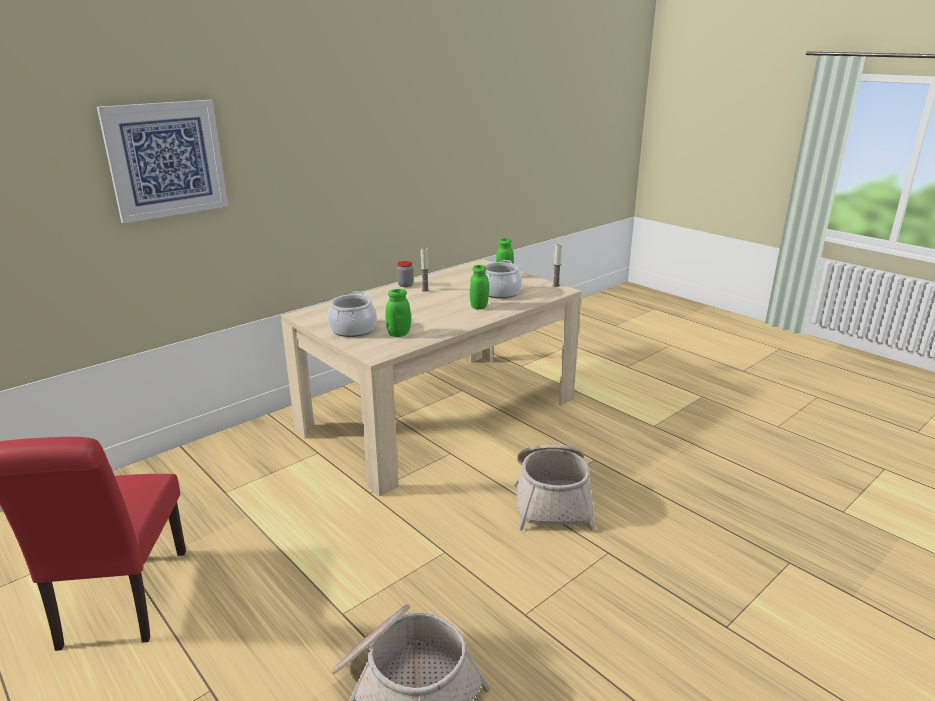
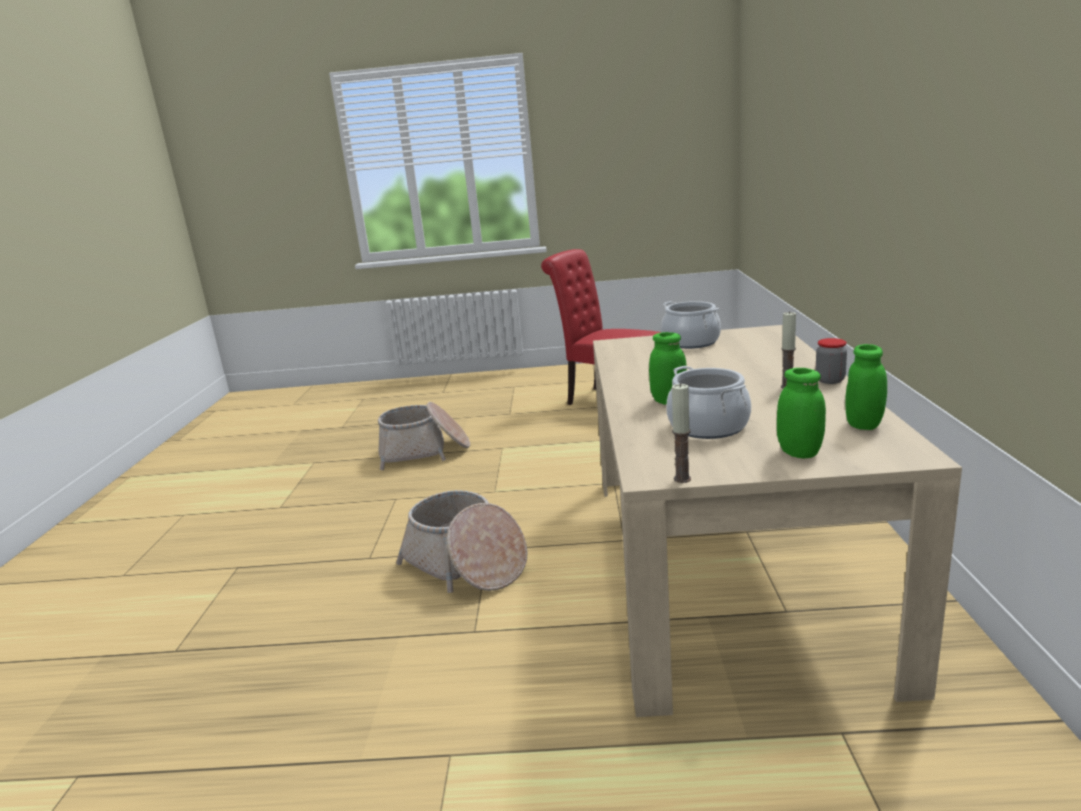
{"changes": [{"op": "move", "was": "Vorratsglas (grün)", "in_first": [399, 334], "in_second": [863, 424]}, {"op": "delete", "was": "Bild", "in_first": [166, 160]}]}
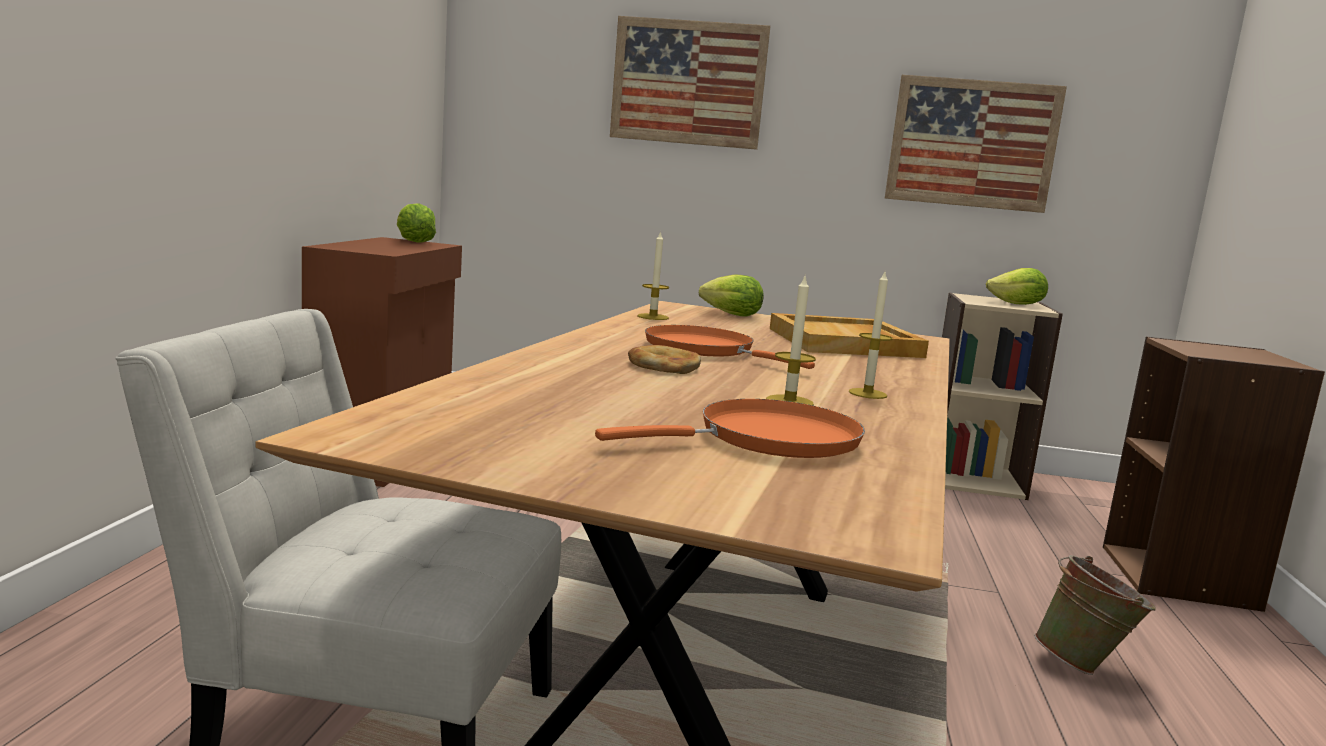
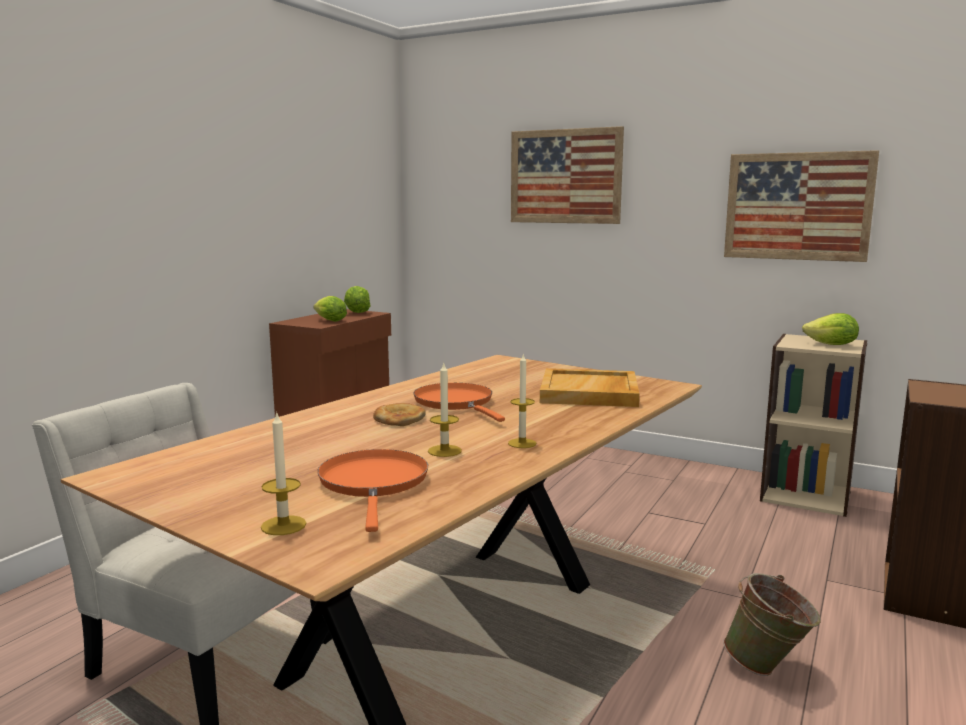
{"changes": [{"op": "move", "was": "Kerze", "in_first": [653, 317], "in_second": [283, 525]}, {"op": "move", "was": "Salatkopf", "in_first": [728, 314], "in_second": [328, 320]}, {"op": "rotate", "was": "Pfanne (orange)", "in_first": [768, 439], "in_second": [374, 483], "clockwise": -90}]}
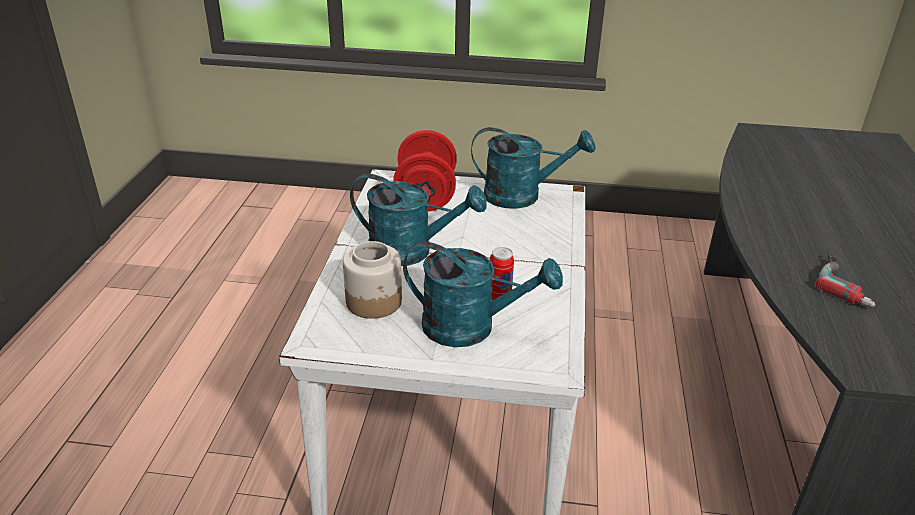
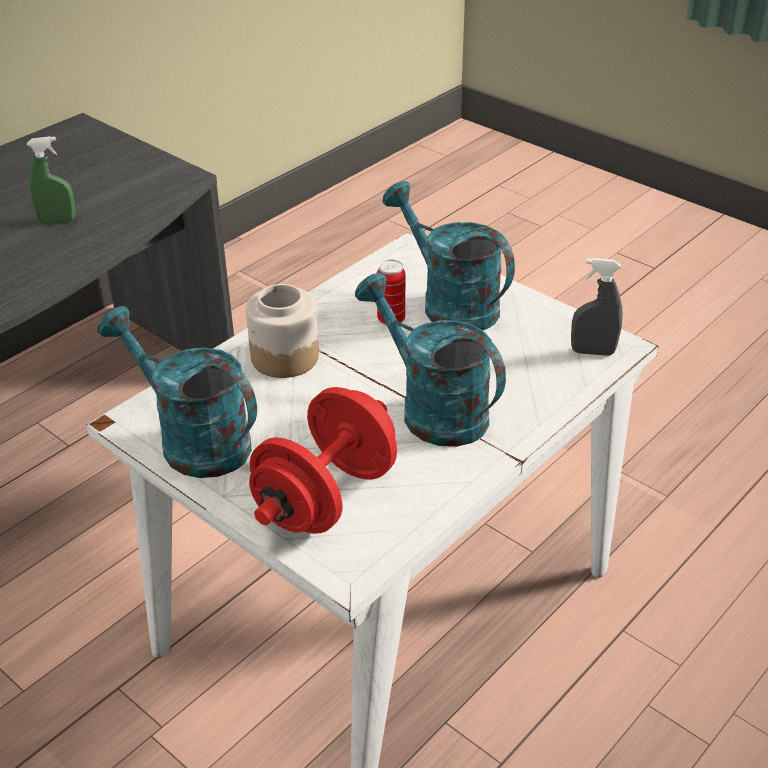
{"changes": [{"op": "replace", "was": "Bohrmaschine", "now": "Sprühflasche (grün)", "in_first": [847, 284], "in_second": [57, 221]}, {"op": "move", "was": "Vorratsglas", "in_first": [374, 302], "in_second": [284, 357]}, {"op": "insert", "now": "Sprühflasche (grau)", "in_second": [592, 352]}]}
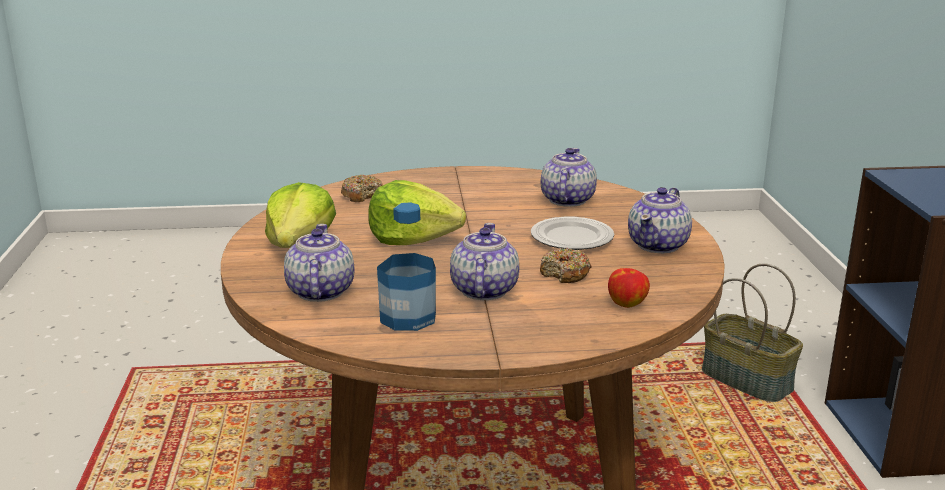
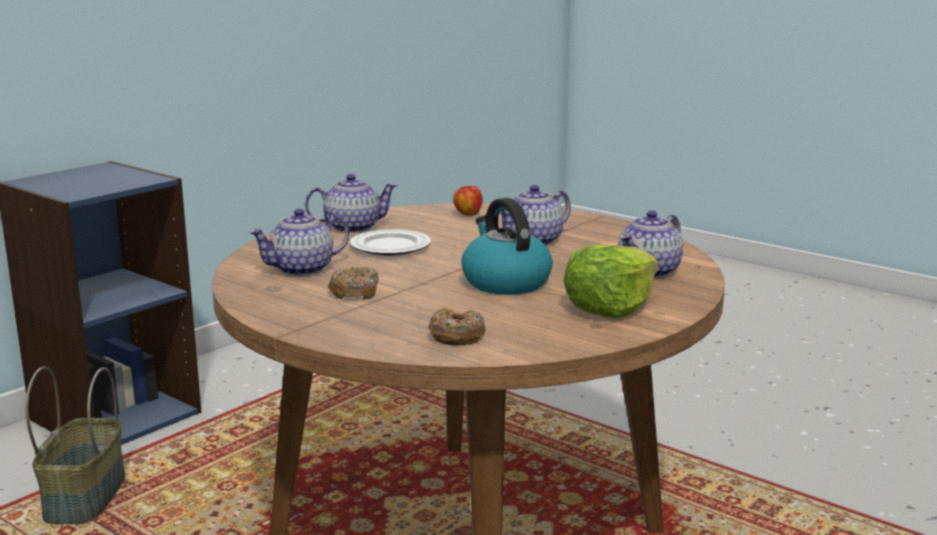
{"changes": [{"op": "move", "was": "Donut", "in_first": [565, 274], "in_second": [355, 292]}, {"op": "replace", "was": "Salatkopf", "now": "Wasserkessel", "in_first": [413, 239], "in_second": [505, 282]}, {"op": "delete", "was": "Flasche", "in_first": [408, 317]}]}
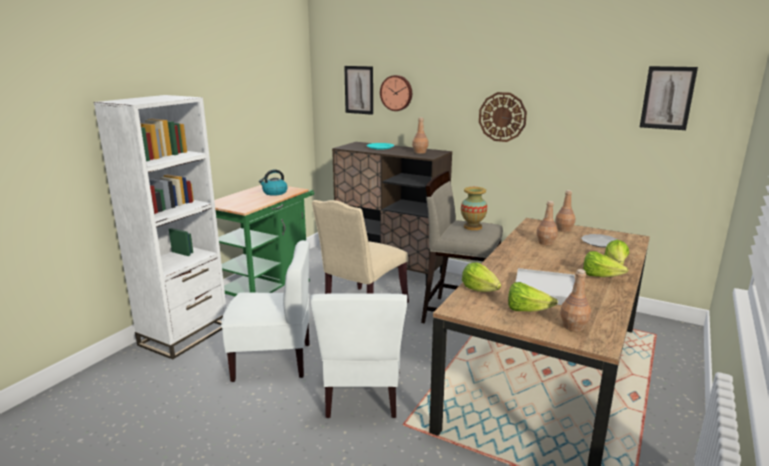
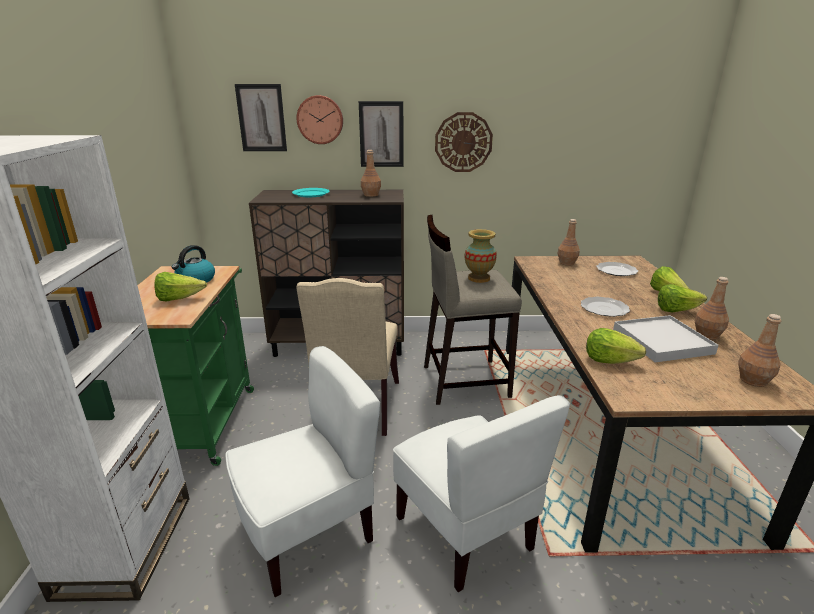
{"changes": [{"op": "move", "was": "Salatkopf", "in_first": [526, 310], "in_second": [179, 299]}, {"op": "move", "was": "Bild", "in_first": [667, 98], "in_second": [381, 134]}, {"op": "insert", "now": "Teller", "in_second": [605, 309]}, {"op": "move", "was": "Flasche (braun)", "in_first": [546, 242], "in_second": [707, 335]}]}
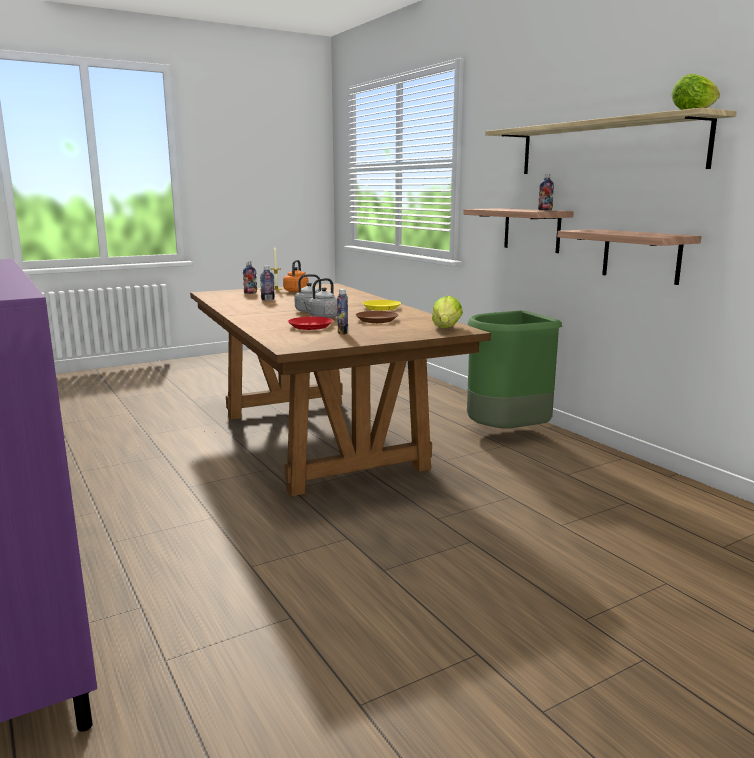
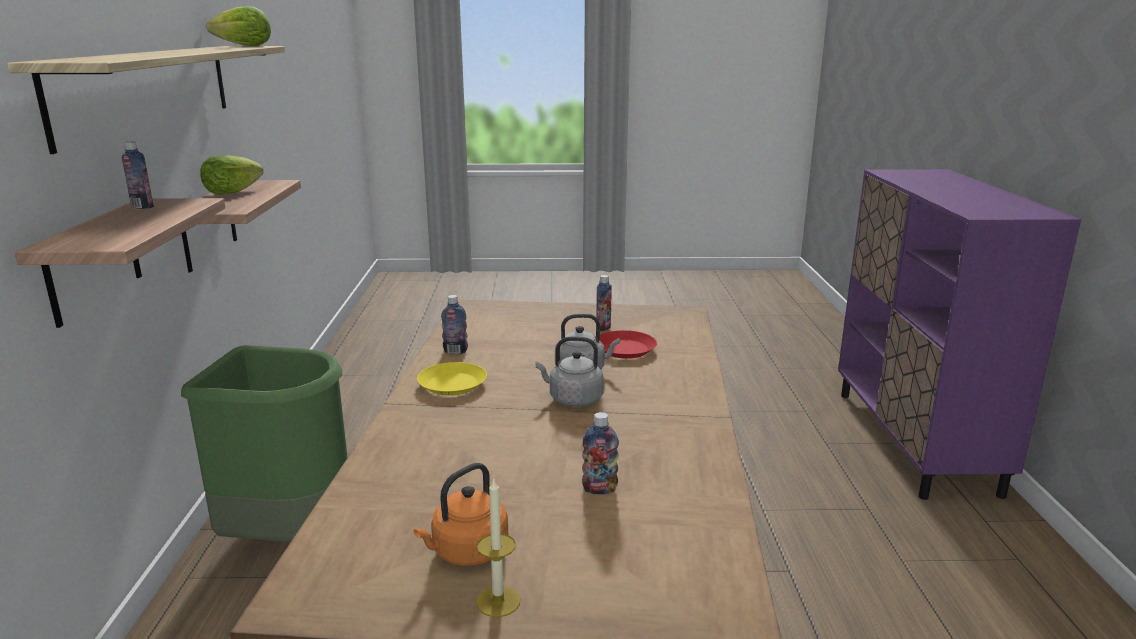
{"changes": [{"op": "move", "was": "Salatkopf", "in_first": [446, 328], "in_second": [232, 192]}, {"op": "move", "was": "Flasche", "in_first": [250, 293], "in_second": [455, 351]}, {"op": "delete", "was": "Teller (braun)", "in_first": [377, 320]}]}
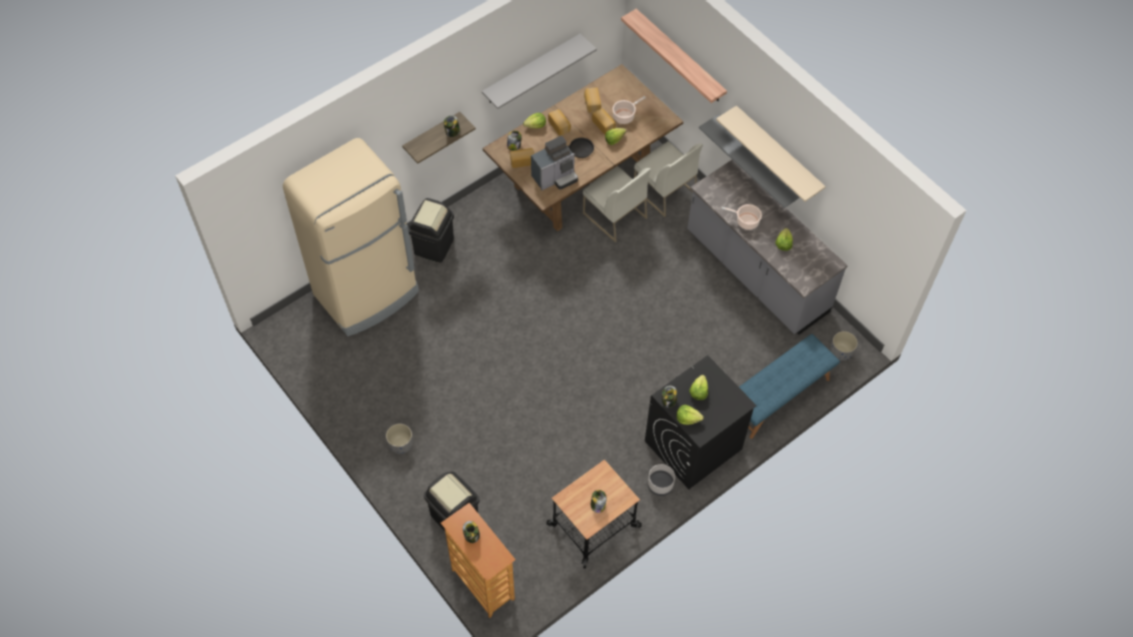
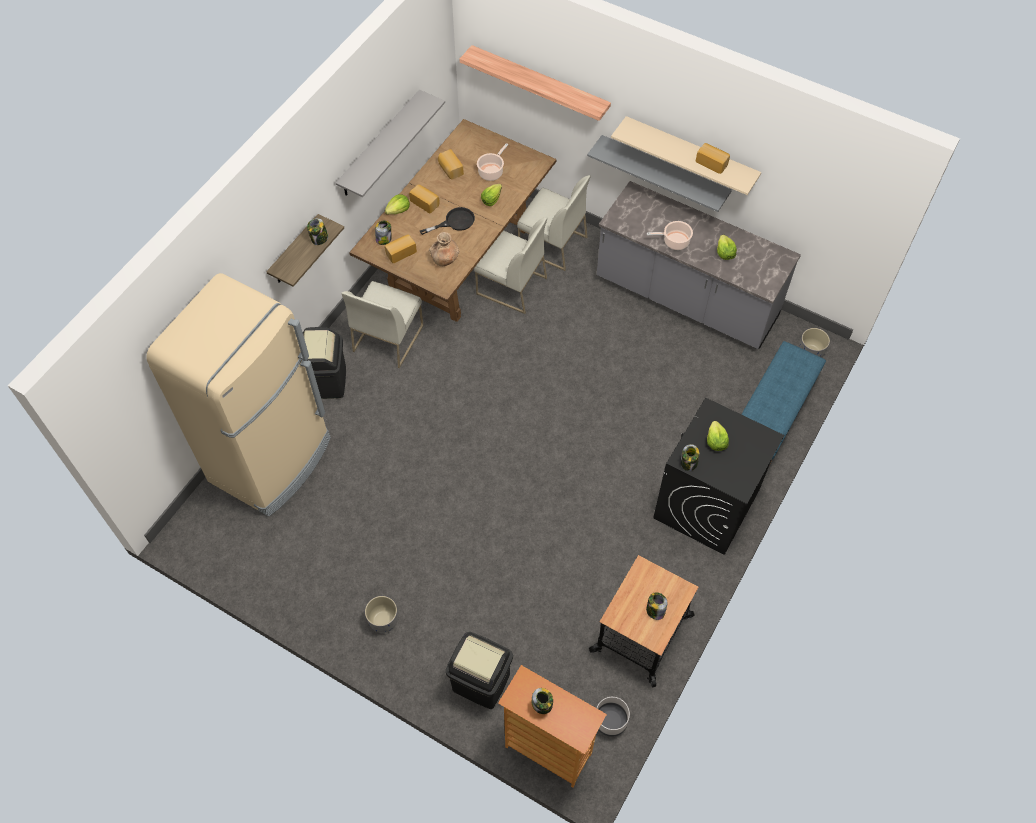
{"changes": [{"op": "insert", "now": "Stuhl (weiß)", "in_second": [388, 337]}, {"op": "replace", "was": "Kaffeemaschine", "now": "Vase (braun)", "in_first": [555, 177], "in_second": [445, 259]}, {"op": "move", "was": "Pflanzkübel (grau)", "in_first": [660, 484], "in_second": [611, 720]}, {"op": "move", "was": "Brot", "in_first": [604, 125], "in_second": [712, 163]}, {"op": "delete", "was": "Salatkopf", "in_first": [687, 418]}]}
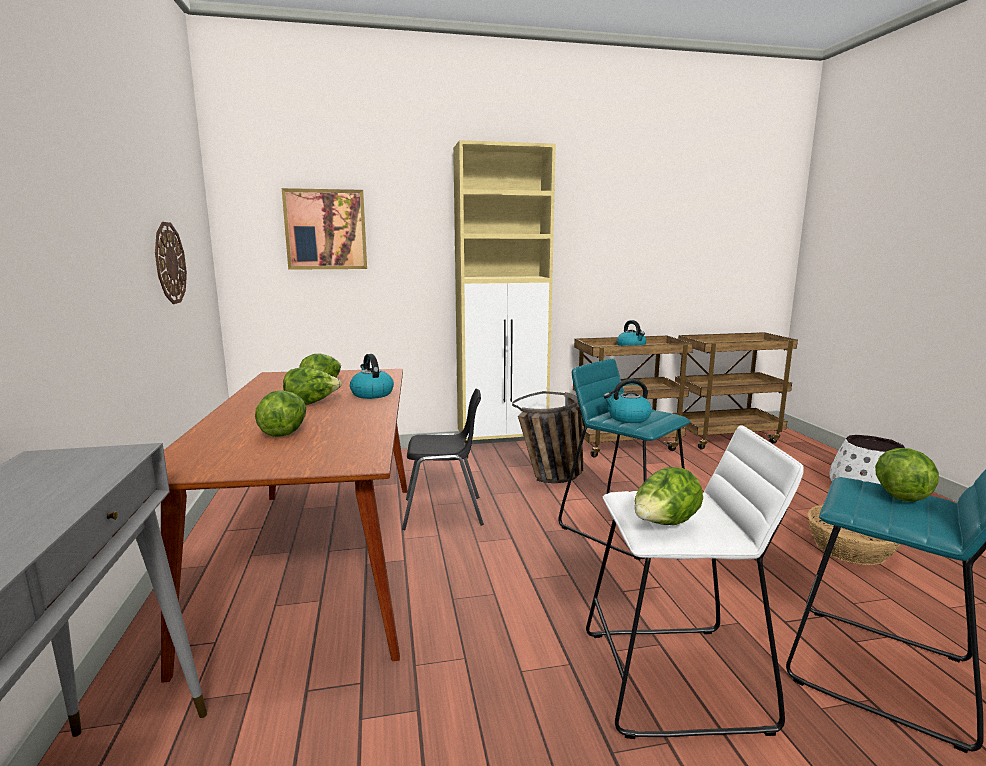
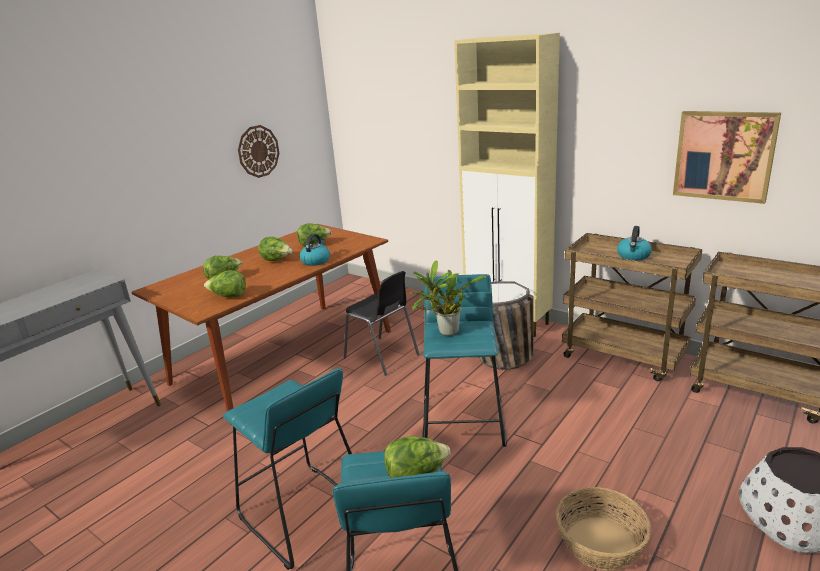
{"changes": [{"op": "move", "was": "Salatkopf", "in_first": [664, 525], "in_second": [228, 297]}, {"op": "recolor", "was": "Hocker (weiß)", "now": "Hocker (türkis)", "in_first": [674, 679], "in_second": [302, 514]}, {"op": "replace", "was": "Wasserkessel", "now": "Topfpflanze", "in_first": [628, 418], "in_second": [446, 333]}, {"op": "move", "was": "Bild", "in_first": [326, 229], "in_second": [724, 155]}]}
